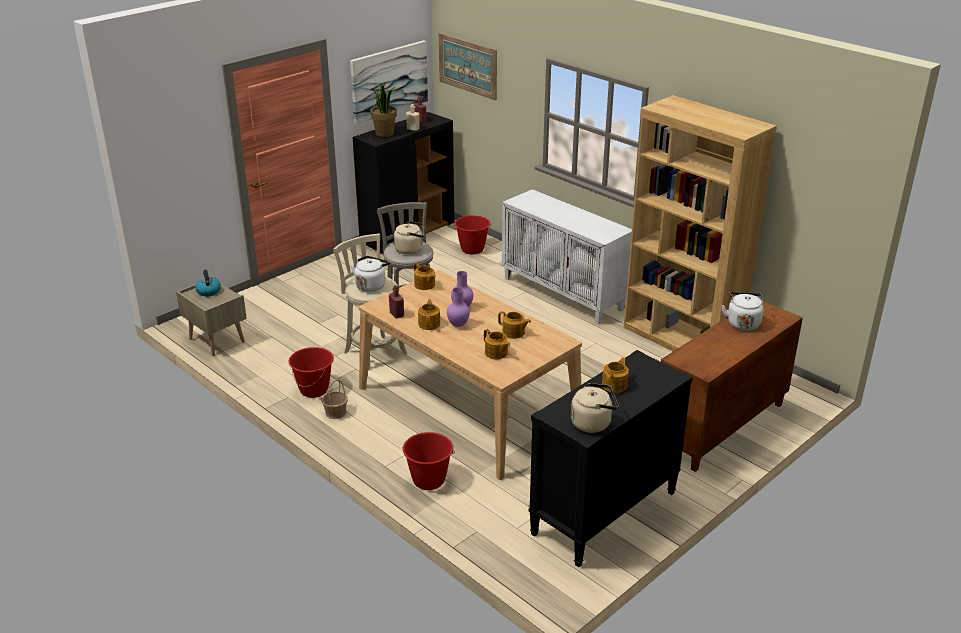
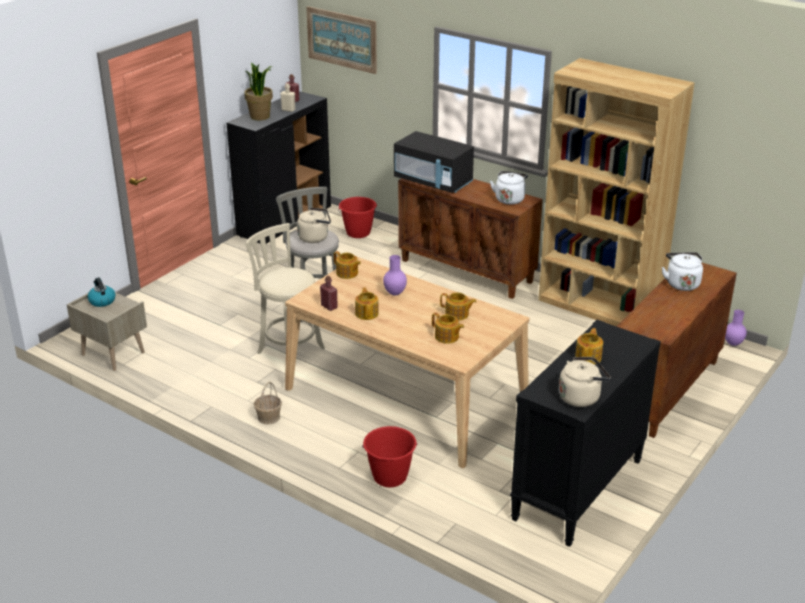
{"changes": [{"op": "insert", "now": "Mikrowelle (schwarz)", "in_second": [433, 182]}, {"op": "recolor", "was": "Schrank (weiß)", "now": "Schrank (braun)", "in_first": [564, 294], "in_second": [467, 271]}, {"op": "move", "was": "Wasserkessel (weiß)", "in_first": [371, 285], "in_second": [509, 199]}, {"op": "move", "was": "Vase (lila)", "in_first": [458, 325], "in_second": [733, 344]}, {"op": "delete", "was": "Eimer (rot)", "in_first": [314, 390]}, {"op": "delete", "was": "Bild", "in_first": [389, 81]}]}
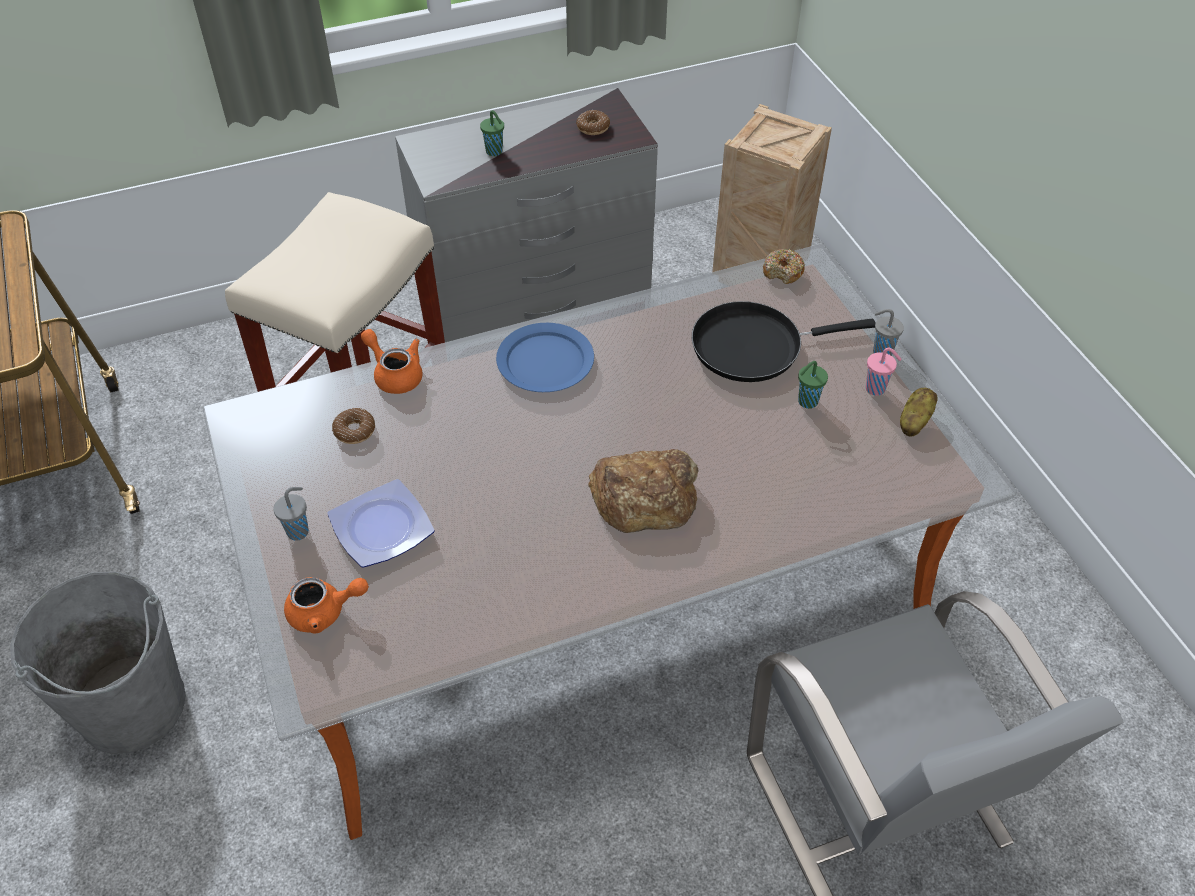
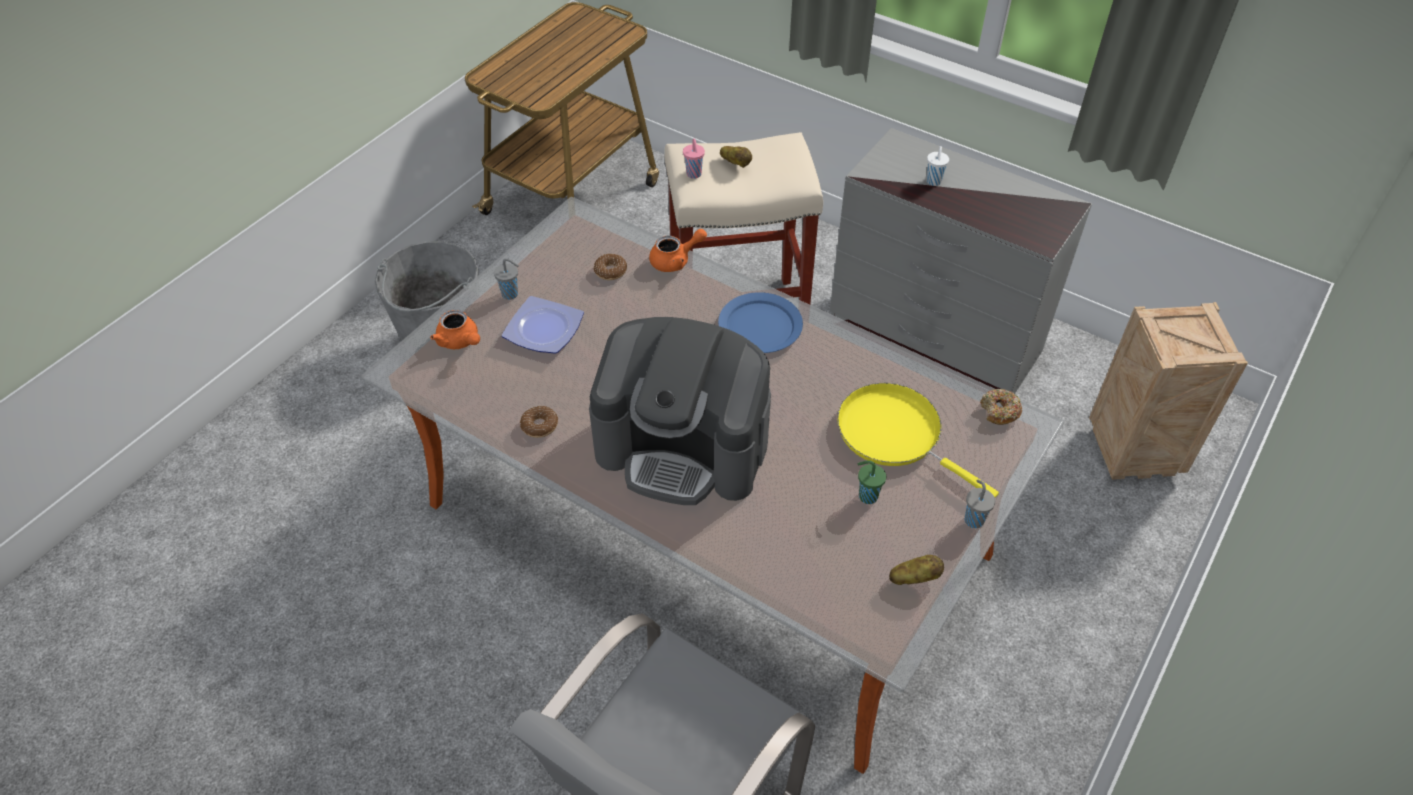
{"changes": [{"op": "move", "was": "Donut", "in_first": [593, 127], "in_second": [539, 425]}, {"op": "replace", "was": "Brot", "now": "Kaffeemaschine", "in_first": [645, 496], "in_second": [684, 446]}, {"op": "rotate", "was": "Teekanne (orange)", "in_first": [395, 374], "in_second": [675, 261], "clockwise": 60}, {"op": "move", "was": "Tasse (rosa)", "in_first": [876, 389], "in_second": [694, 175]}, {"op": "insert", "now": "Kartoffel", "in_second": [736, 163]}, {"op": "recolor", "was": "Pfanne (schwarz)", "now": "Pfanne (gelb)", "in_first": [754, 346], "in_second": [895, 434]}, {"op": "recolor", "was": "Tasse (grün)", "now": "Tasse (weiß)", "in_first": [495, 152], "in_second": [933, 182]}]}
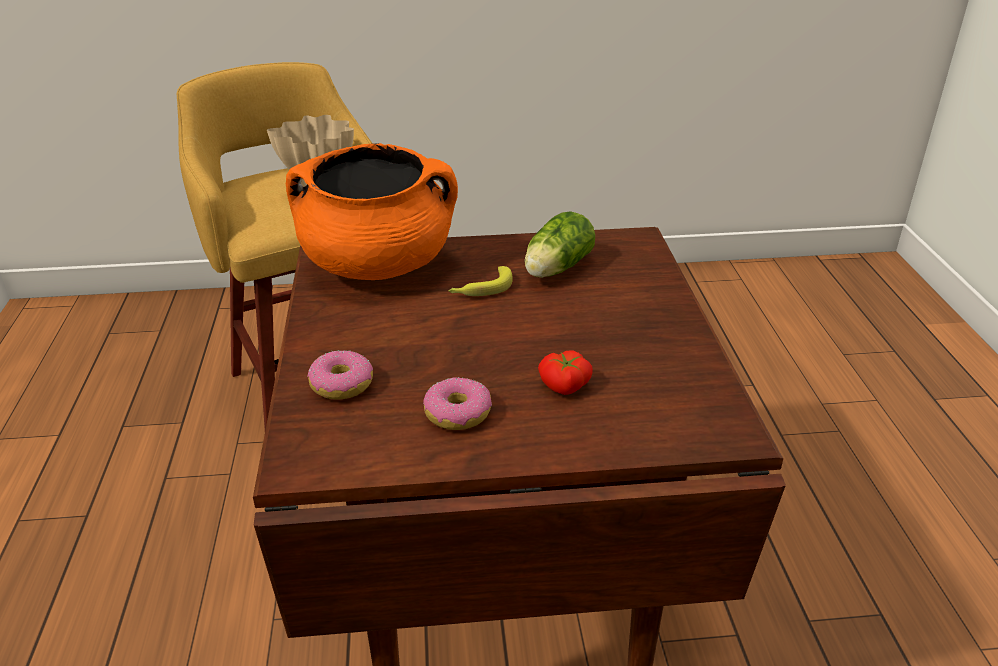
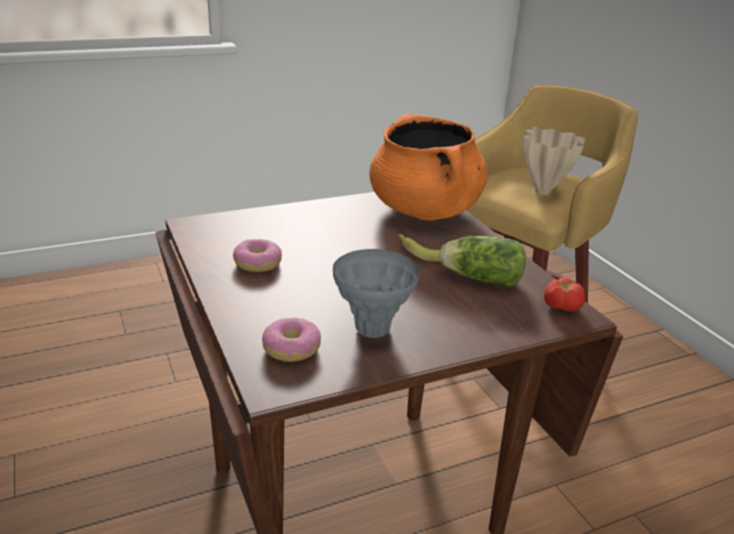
{"changes": [{"op": "move", "was": "Donut", "in_first": [342, 384], "in_second": [291, 349]}, {"op": "insert", "now": "Vase (grau)", "in_second": [372, 330]}, {"op": "move", "was": "Tomate", "in_first": [564, 387], "in_second": [561, 306]}]}
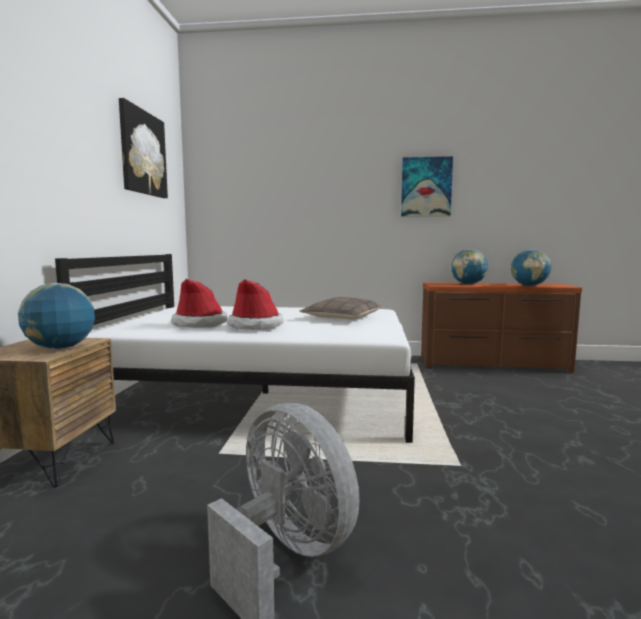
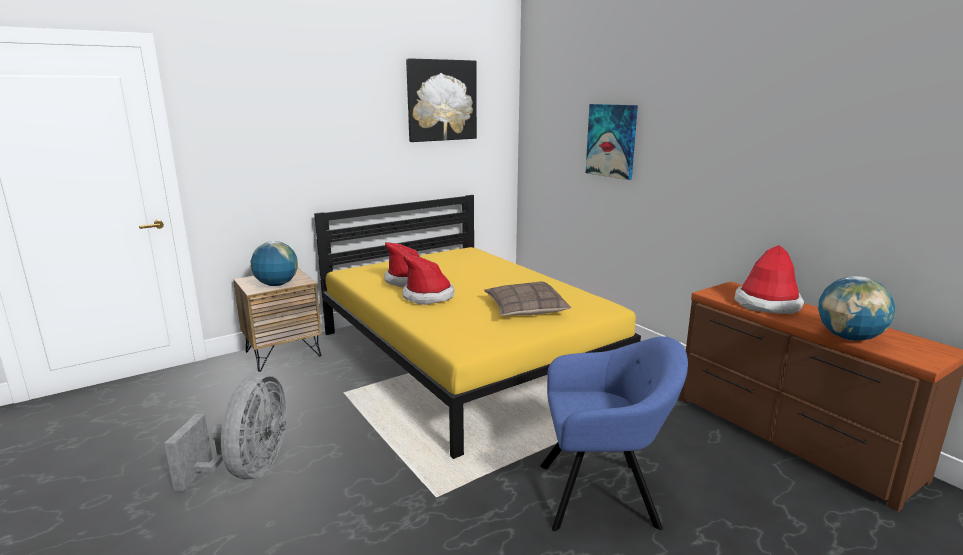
{"changes": [{"op": "recolor", "was": "Bett (weiß)", "now": "Bett (gelb)", "in_first": [263, 393], "in_second": [466, 357]}, {"op": "insert", "now": "Sessel (blau)", "in_second": [603, 494]}, {"op": "move", "was": "Bild", "in_first": [426, 187], "in_second": [612, 140]}, {"op": "replace", "was": "Globus", "now": "Hut", "in_first": [468, 284], "in_second": [767, 304]}]}
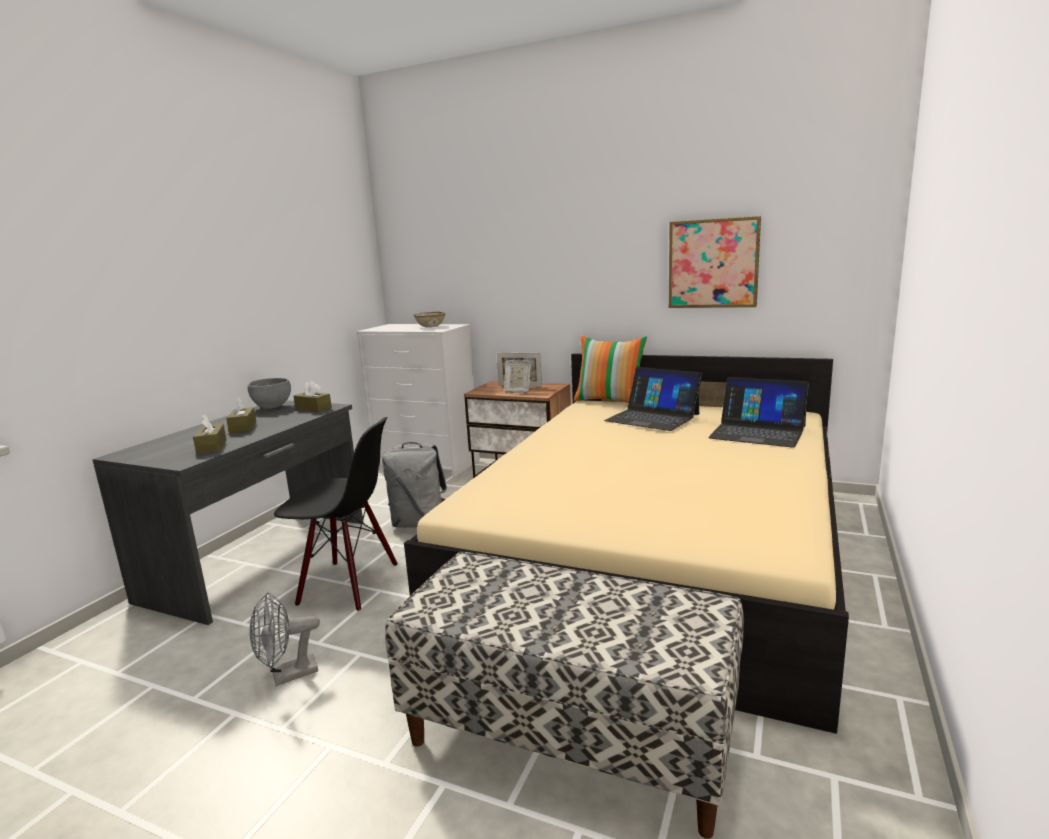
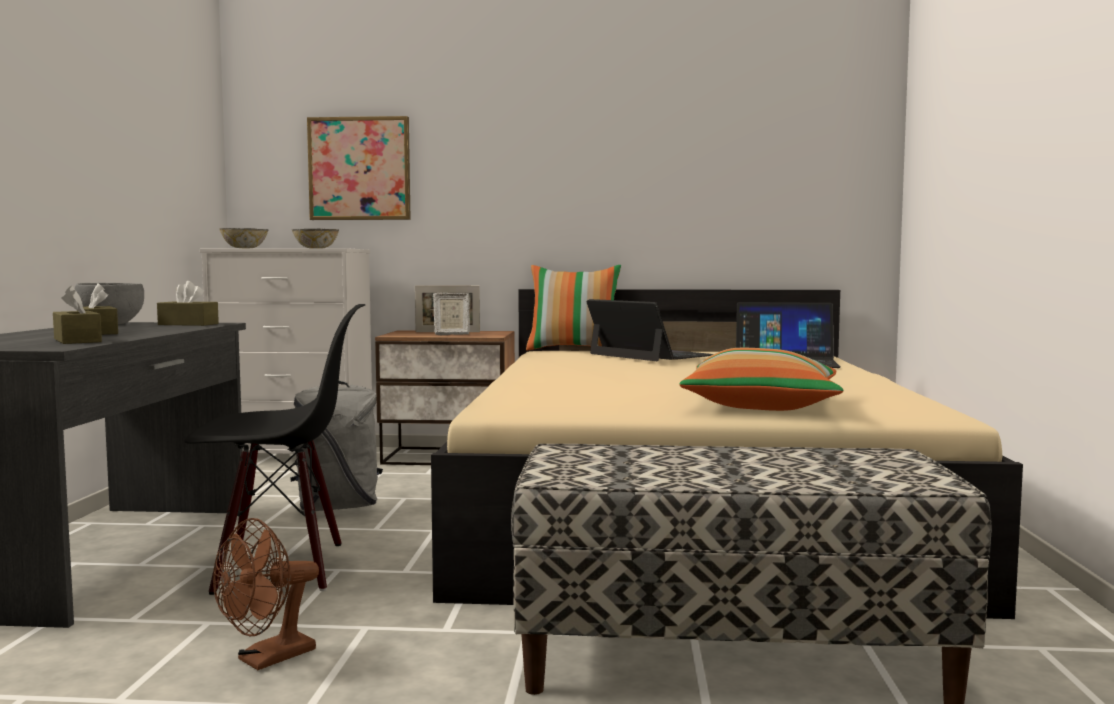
{"changes": [{"op": "recolor", "was": "Ventilator (grau)", "now": "Ventilator (braun)", "in_first": [287, 676], "in_second": [267, 659]}, {"op": "insert", "now": "Schüssel", "in_second": [245, 248]}, {"op": "move", "was": "Bild", "in_first": [713, 263], "in_second": [360, 169]}, {"op": "rotate", "was": "Laptop", "in_first": [652, 417], "in_second": [649, 355], "clockwise": -150}, {"op": "insert", "now": "Kissen", "in_second": [761, 405]}]}
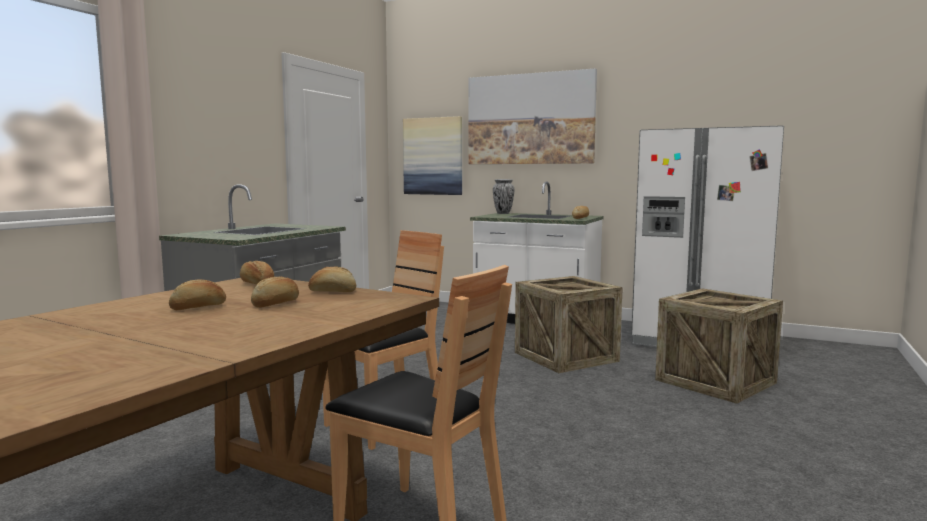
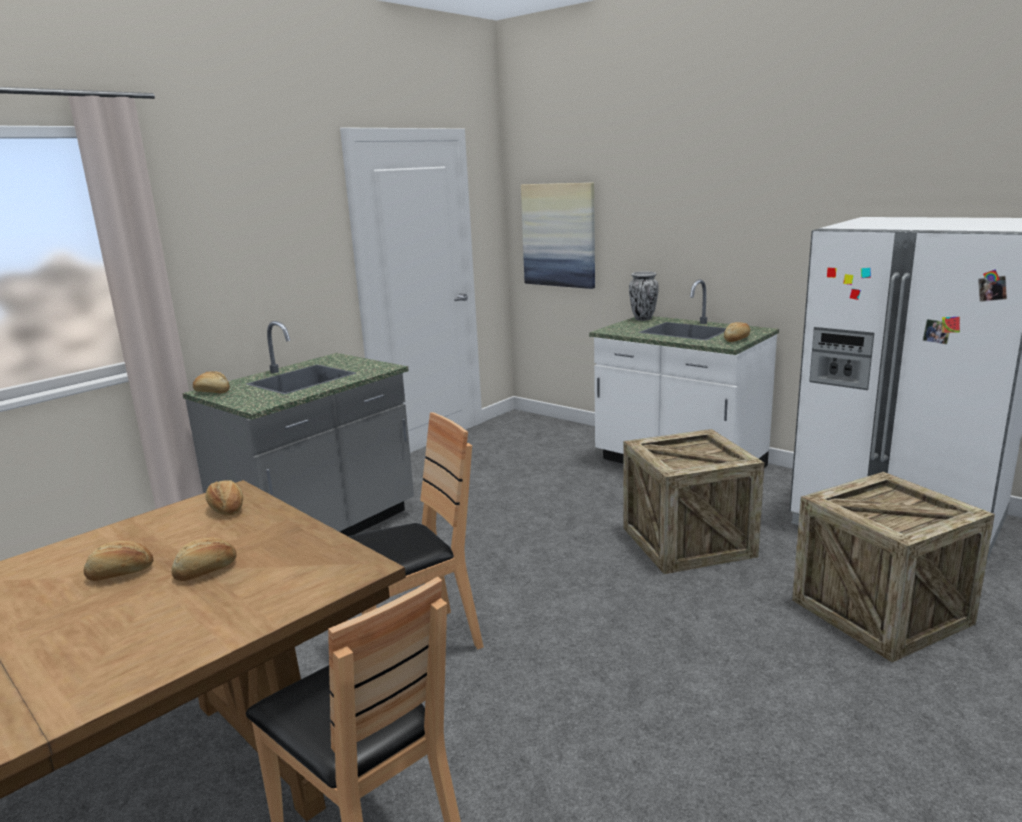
{"changes": [{"op": "move", "was": "Brot", "in_first": [332, 291], "in_second": [212, 392]}, {"op": "delete", "was": "Bild", "in_first": [530, 119]}]}
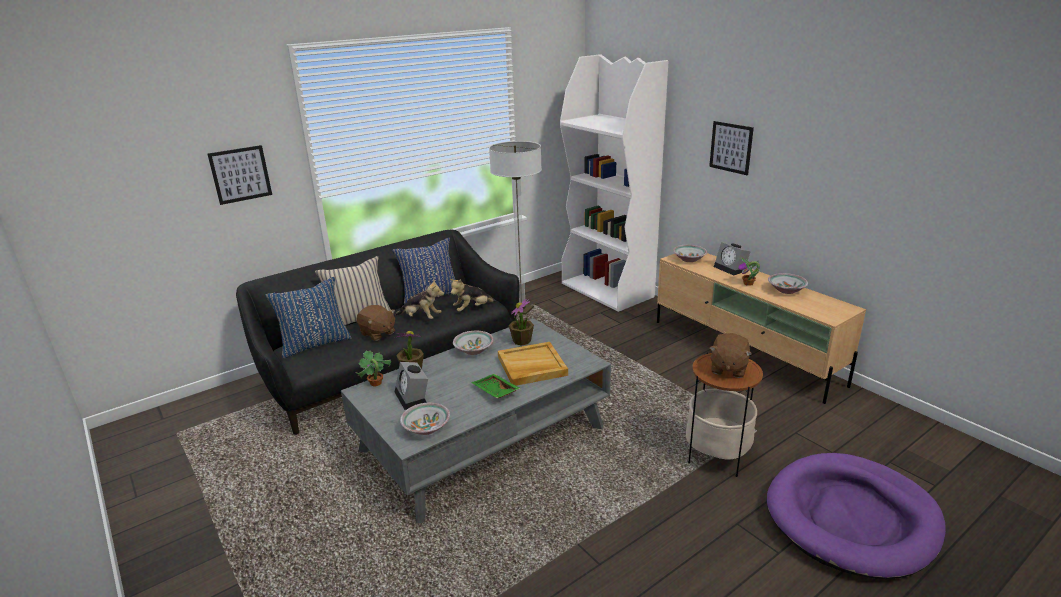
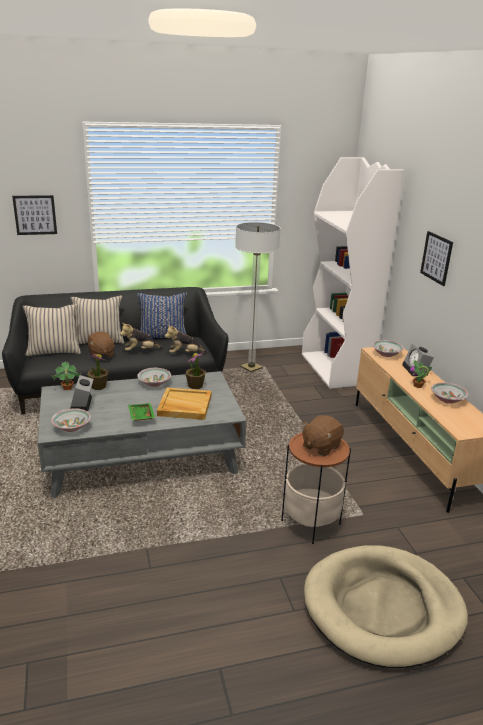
{"changes": [{"op": "recolor", "was": "Kissen (blau)", "now": "Kissen (beige)", "in_first": [314, 344], "in_second": [54, 351]}, {"op": "rotate", "was": "Plüschtier", "in_first": [421, 318], "in_second": [141, 351], "clockwise": 120}, {"op": "recolor", "was": "Hundebett (lila)", "now": "Hundebett (beige)", "in_first": [851, 518], "in_second": [382, 608]}]}
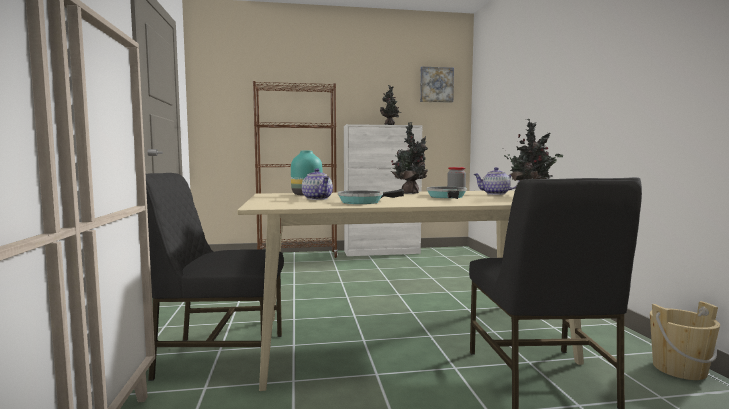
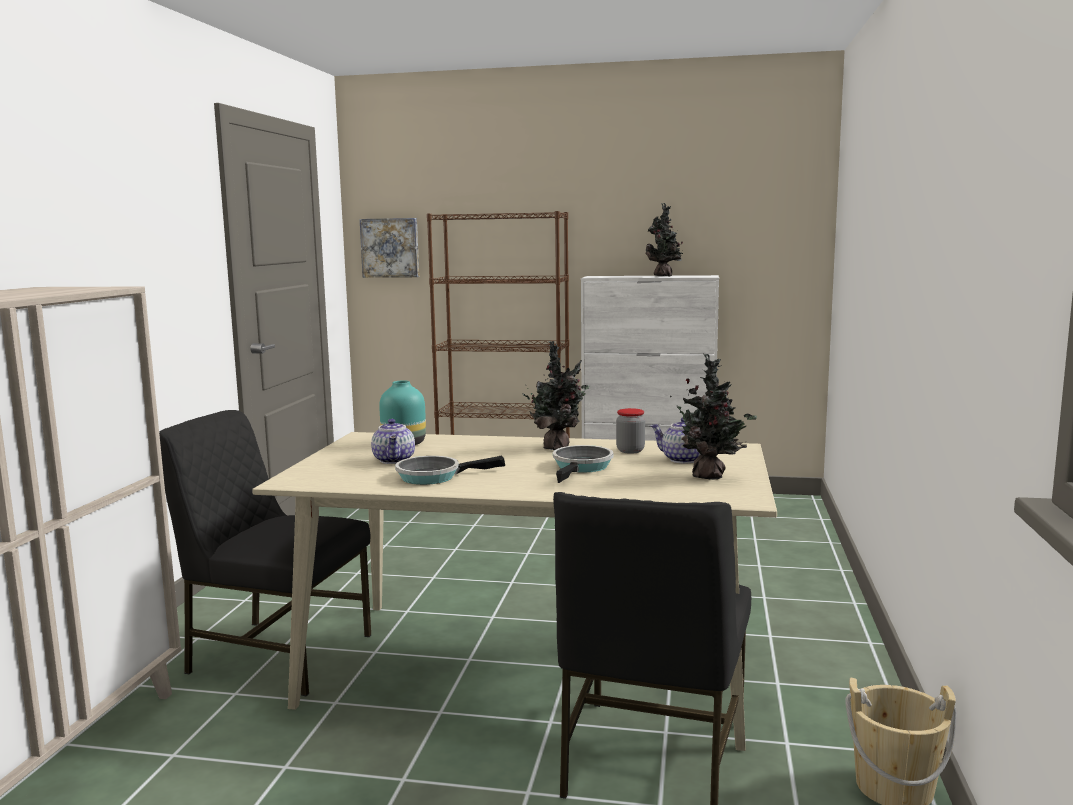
{"changes": [{"op": "move", "was": "Bild", "in_first": [436, 85], "in_second": [390, 247]}]}
